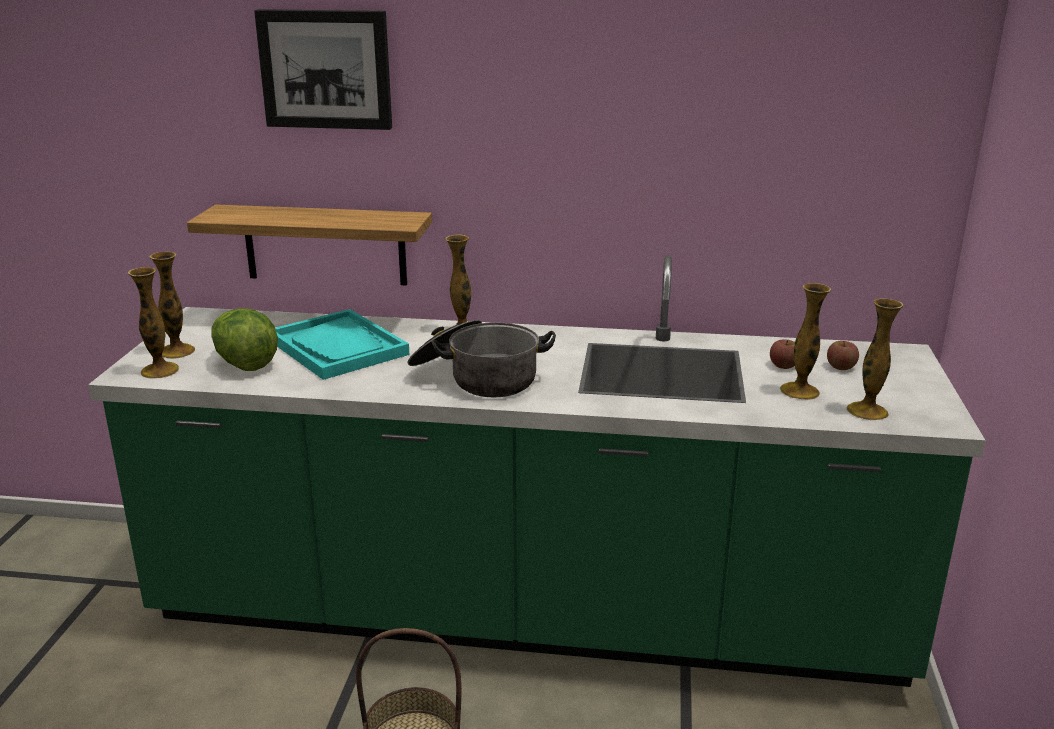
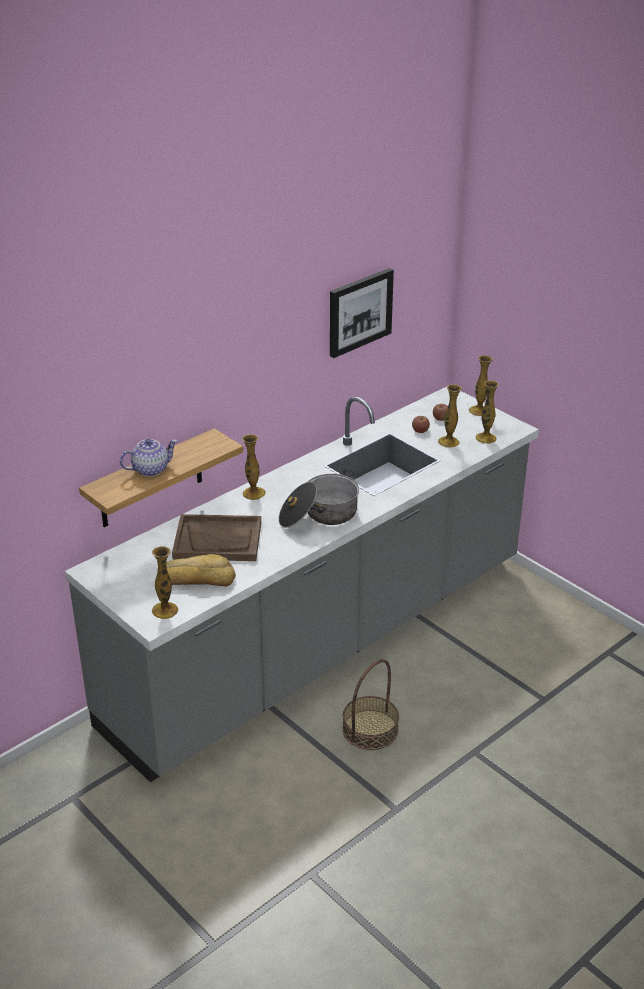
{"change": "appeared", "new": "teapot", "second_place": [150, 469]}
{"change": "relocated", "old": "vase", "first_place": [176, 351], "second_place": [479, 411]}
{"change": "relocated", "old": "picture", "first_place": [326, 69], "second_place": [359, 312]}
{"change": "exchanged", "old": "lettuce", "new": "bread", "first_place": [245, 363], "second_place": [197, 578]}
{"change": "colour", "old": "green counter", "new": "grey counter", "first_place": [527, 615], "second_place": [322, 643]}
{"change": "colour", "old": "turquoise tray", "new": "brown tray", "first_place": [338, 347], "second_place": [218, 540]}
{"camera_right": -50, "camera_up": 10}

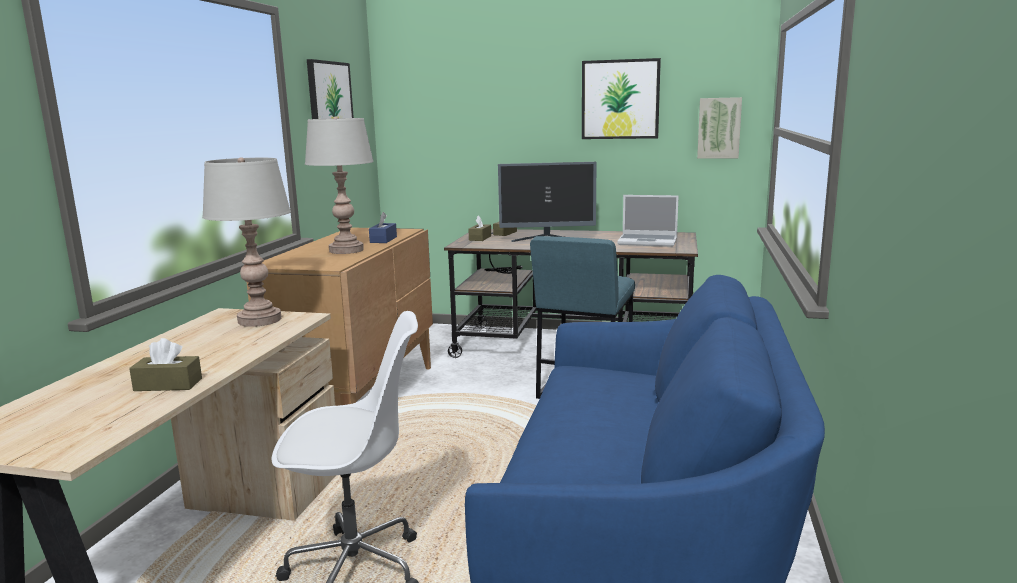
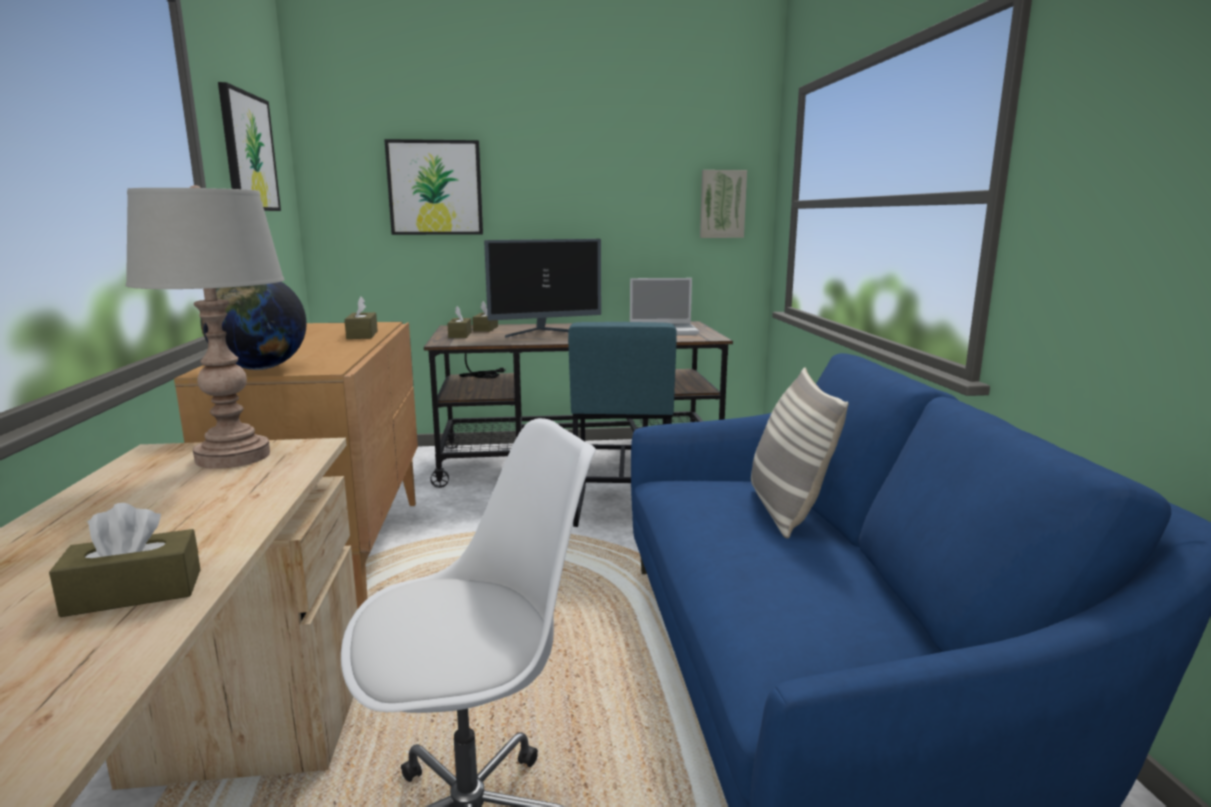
{"change": "missing", "old": "grey table lamp", "first_place": [346, 250]}
{"change": "appeared", "new": "globe", "second_place": [260, 369]}
{"change": "appeared", "new": "pillow", "second_place": [785, 510]}
{"change": "relocated", "old": "picture", "first_place": [620, 99], "second_place": [435, 188]}
{"change": "colour", "old": "blue tissue box", "new": "brown tissue box", "first_place": [383, 240], "second_place": [362, 335]}
{"camera_right": -20, "camera_up": 0}

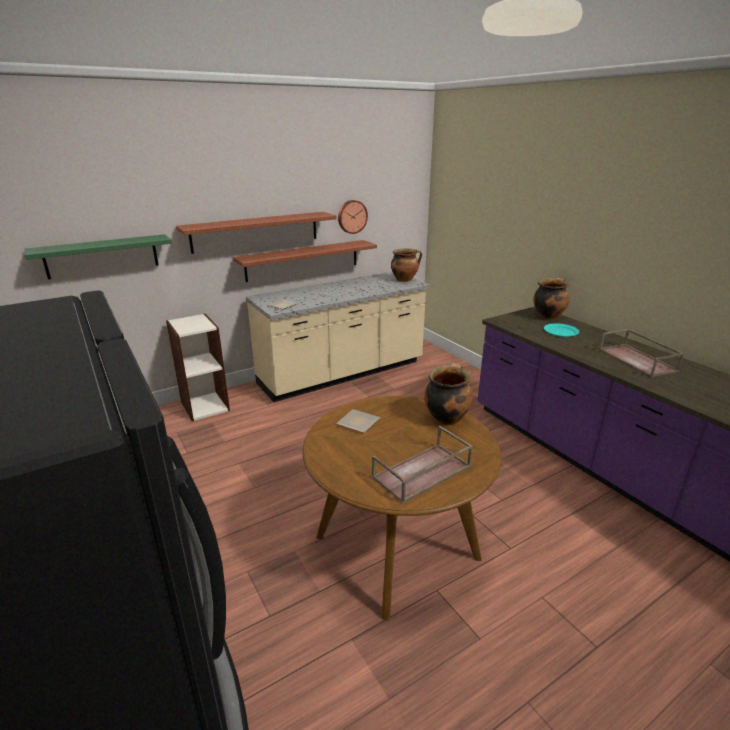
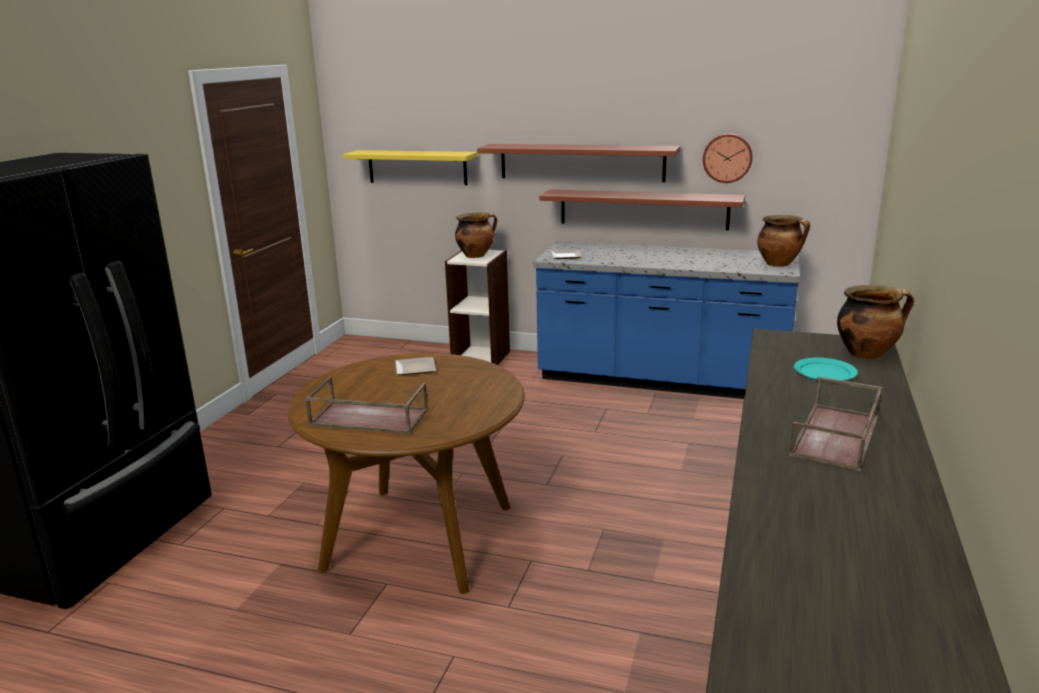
{"change": "relocated", "old": "cooking pot", "first_place": [446, 418], "second_place": [476, 255]}
{"change": "colour", "old": "green shelf", "new": "yellow shelf", "first_place": [102, 256], "second_place": [417, 167]}
{"change": "colour", "old": "beige counter", "new": "blue counter", "first_place": [342, 374], "second_place": [661, 381]}
{"camera_right": 50, "camera_up": -5}

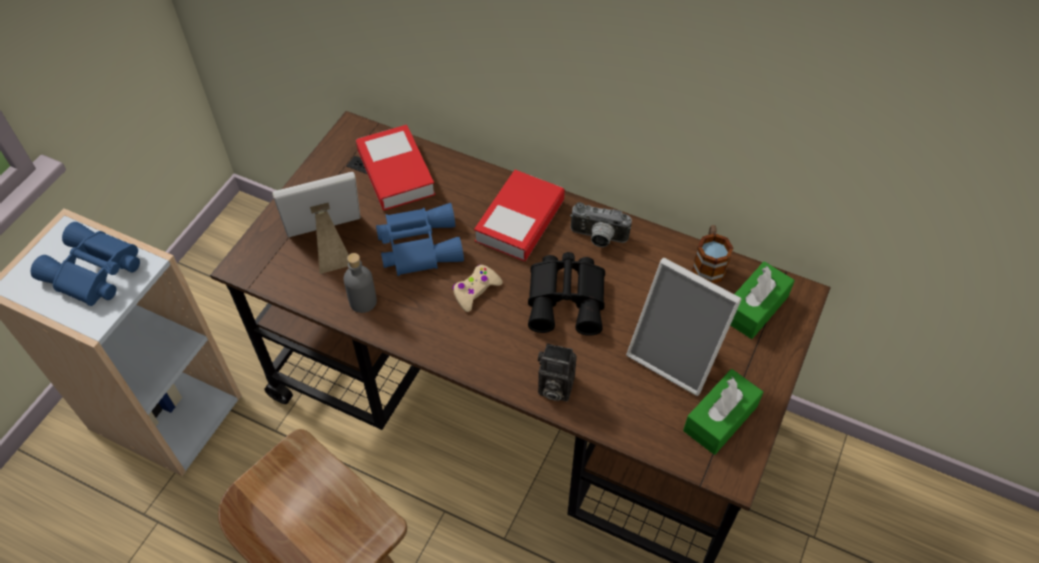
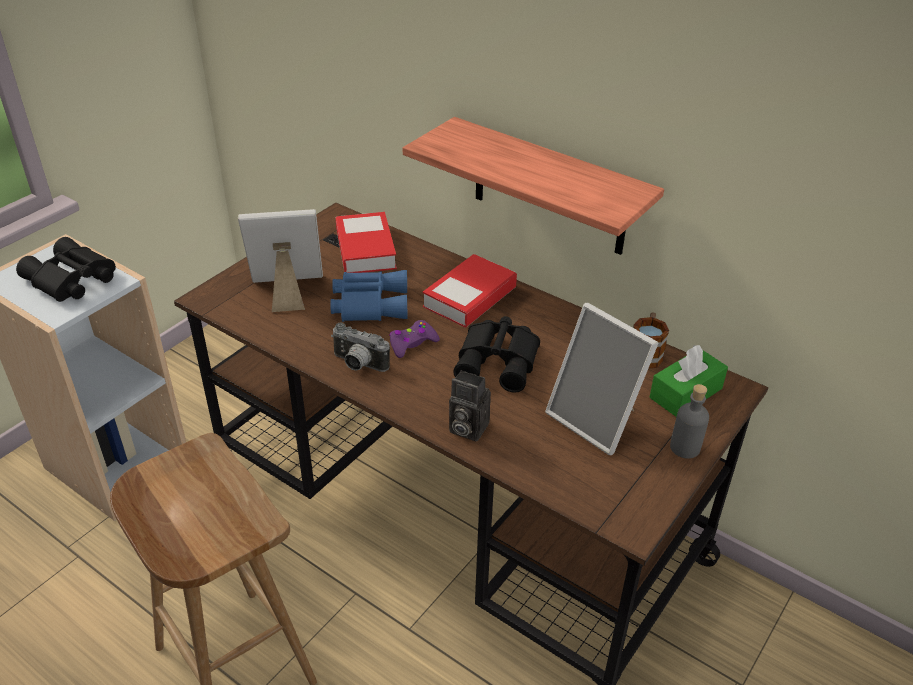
{"change": "missing", "old": "green tissue box", "first_place": [720, 418]}
{"change": "appeared", "new": "shelf", "second_place": [549, 188]}
{"change": "relocated", "old": "grey bottle", "first_place": [363, 301], "second_place": [685, 447]}
{"change": "relocated", "old": "photo camera", "first_place": [598, 238], "second_place": [358, 365]}
{"change": "colour", "old": "blue binoculars", "new": "black binoculars", "first_place": [93, 273], "second_place": [71, 280]}
{"change": "colour", "old": "beige game controller", "new": "purple game controller", "first_place": [475, 291], "second_place": [412, 343]}
{"camera_right": 10, "camera_up": -15}

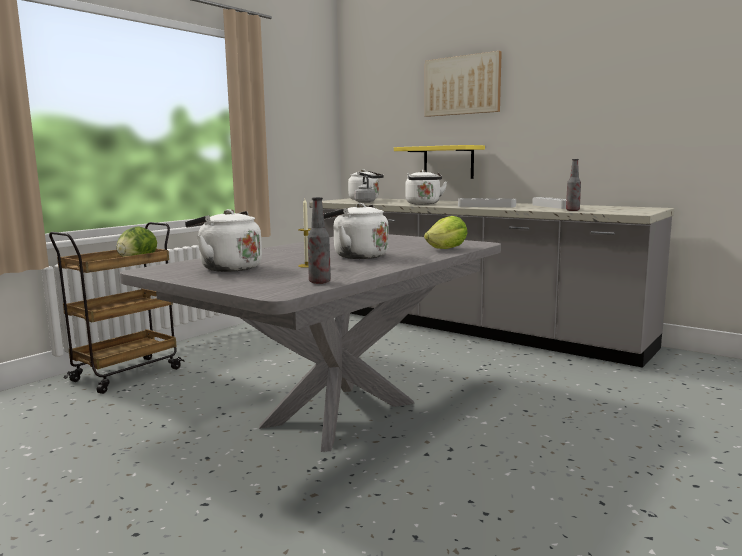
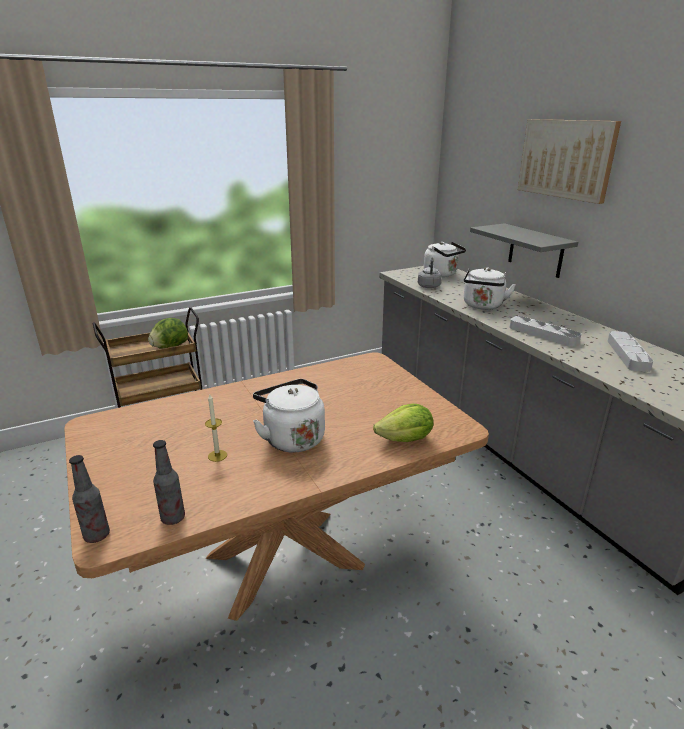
{"change": "missing", "old": "white kettle", "first_place": [227, 268]}
{"change": "relocated", "old": "bottle", "first_place": [572, 210], "second_place": [97, 535]}
{"change": "colour", "old": "grey dining table", "new": "brown dining table", "first_place": [338, 413], "second_place": [283, 560]}
{"change": "colour", "old": "yellow shelf", "new": "grey shelf", "first_place": [448, 162], "second_place": [535, 250]}
{"camera_right": 25, "camera_up": 15}

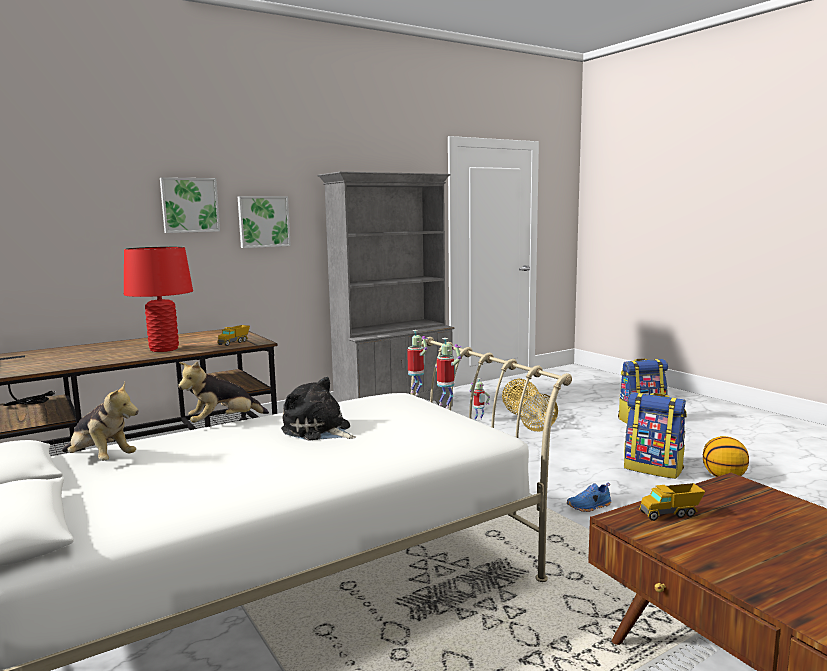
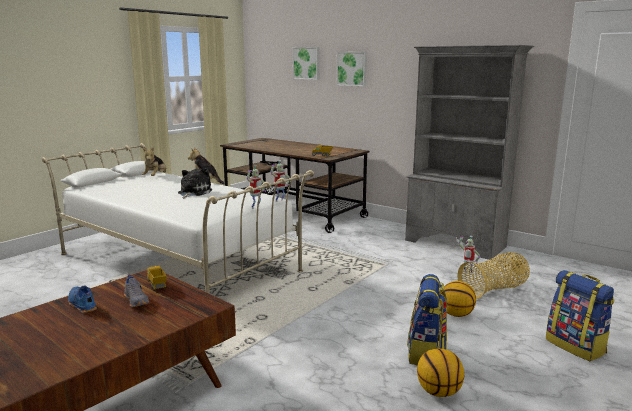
{"change": "missing", "old": "red table lamp", "first_place": [164, 349]}
{"change": "appeared", "new": "grey shoe", "second_place": [137, 300]}
{"change": "appeared", "new": "basketball", "second_place": [456, 314]}
{"change": "relocated", "old": "picture", "first_place": [263, 221], "second_place": [307, 63]}
{"change": "relocated", "old": "blue shoe", "first_place": [589, 507], "second_place": [81, 305]}
{"camera_right": 70, "camera_up": 5}

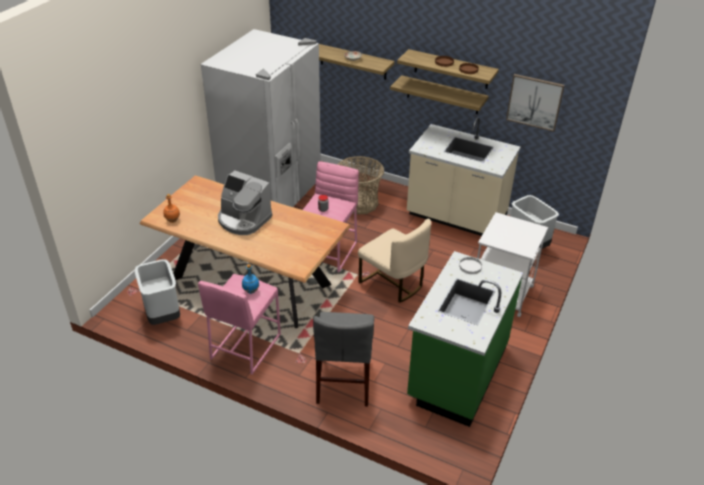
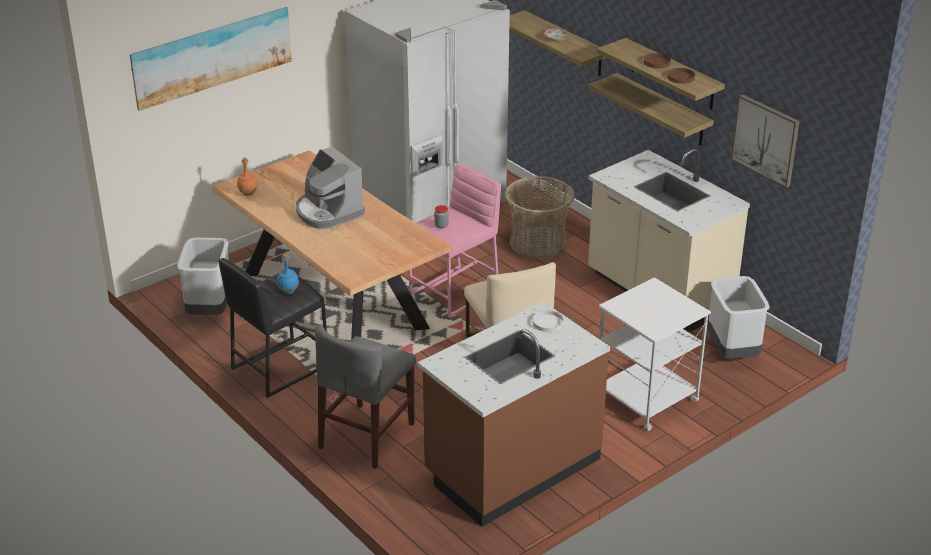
{"change": "appeared", "new": "picture", "second_place": [211, 56]}
{"change": "colour", "old": "pink stool", "new": "black stool", "first_place": [245, 346], "second_place": [279, 367]}
{"change": "colour", "old": "green counter", "new": "brown counter", "first_place": [456, 373], "second_place": [511, 467]}
{"camera_right": 25, "camera_up": -5}

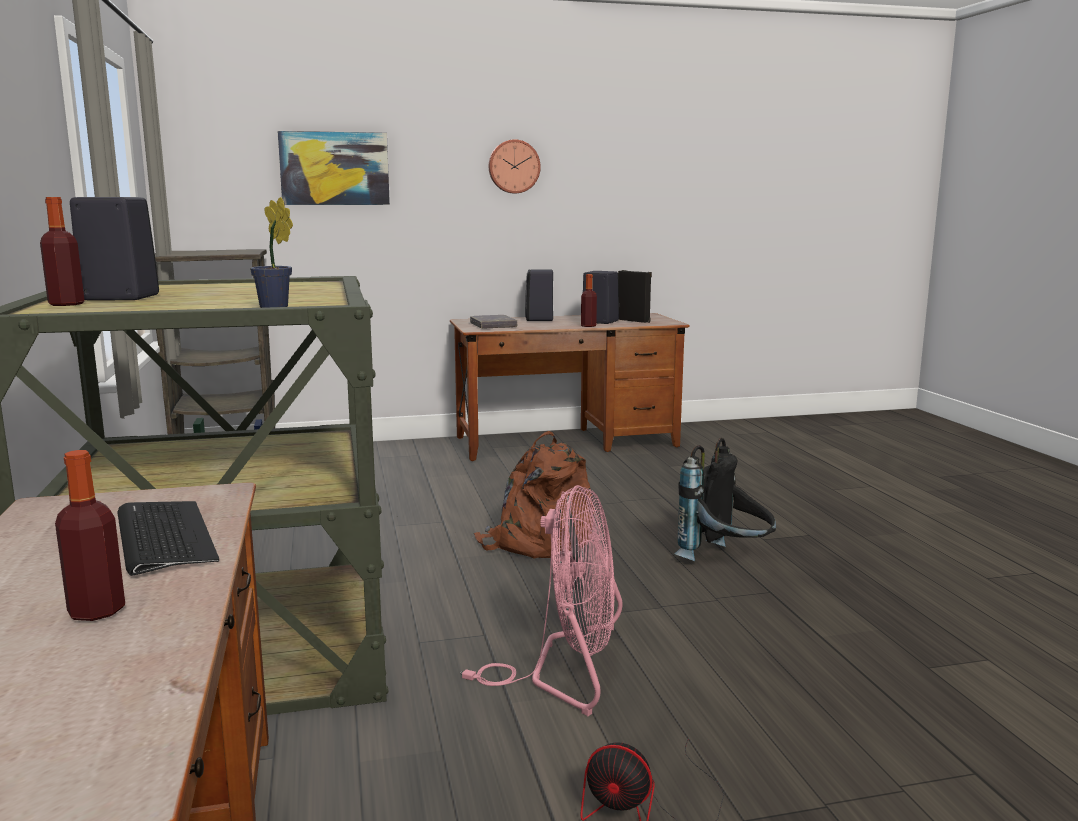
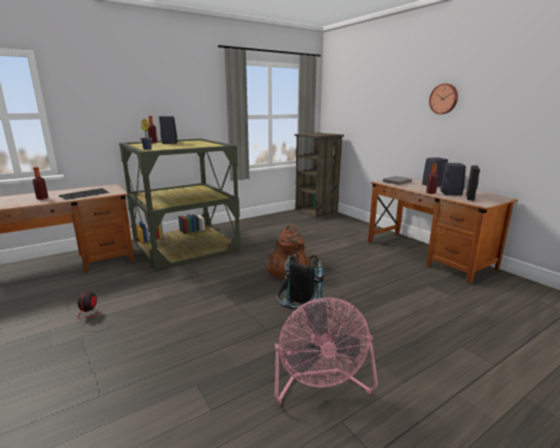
{"change": "missing", "old": "picture", "first_place": [334, 168]}
{"change": "relocated", "old": "pink fan", "first_place": [564, 667], "second_place": [316, 384]}
{"camera_right": 70, "camera_up": 5}

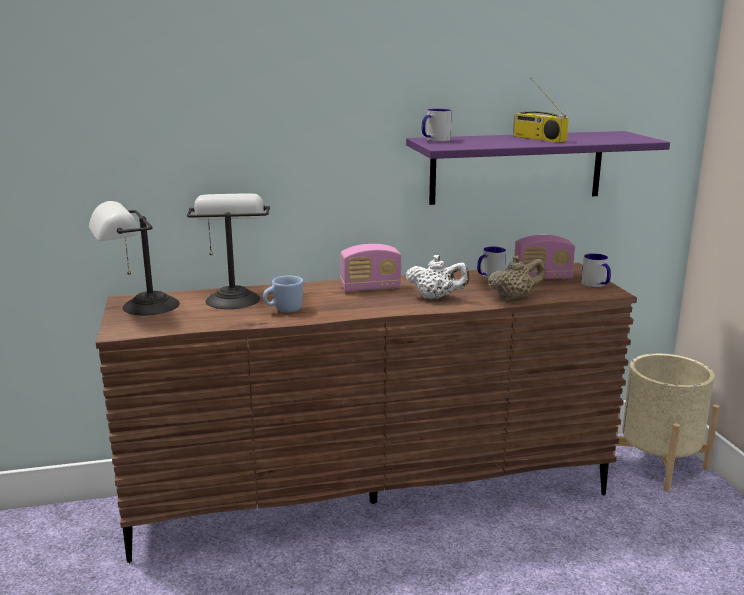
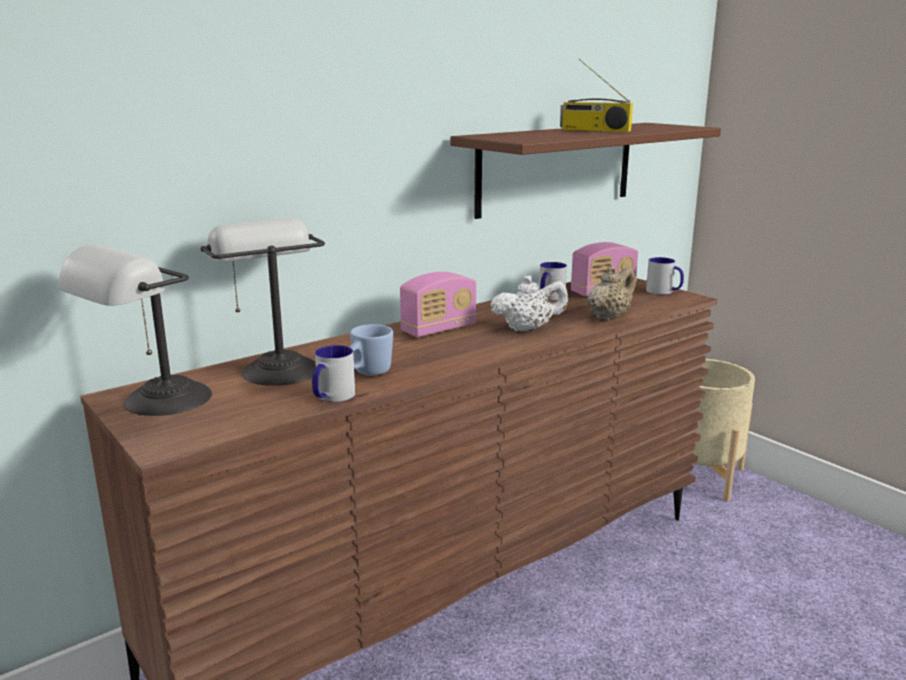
{"change": "relocated", "old": "mug", "first_place": [435, 140], "second_place": [331, 397]}
{"change": "colour", "old": "purple shelf", "new": "brown shelf", "first_place": [517, 167], "second_place": [556, 168]}
{"camera_right": -25, "camera_up": 0}

